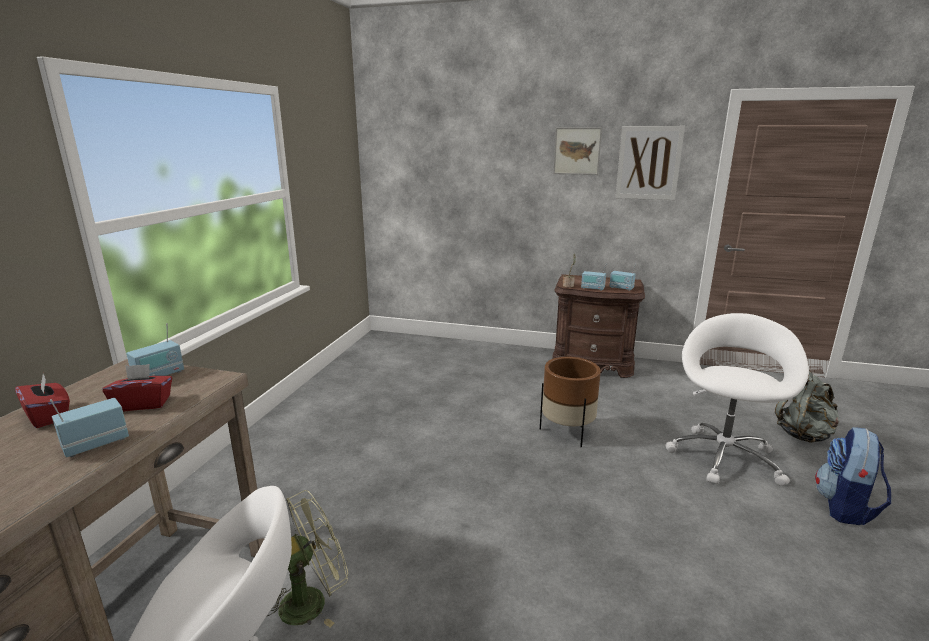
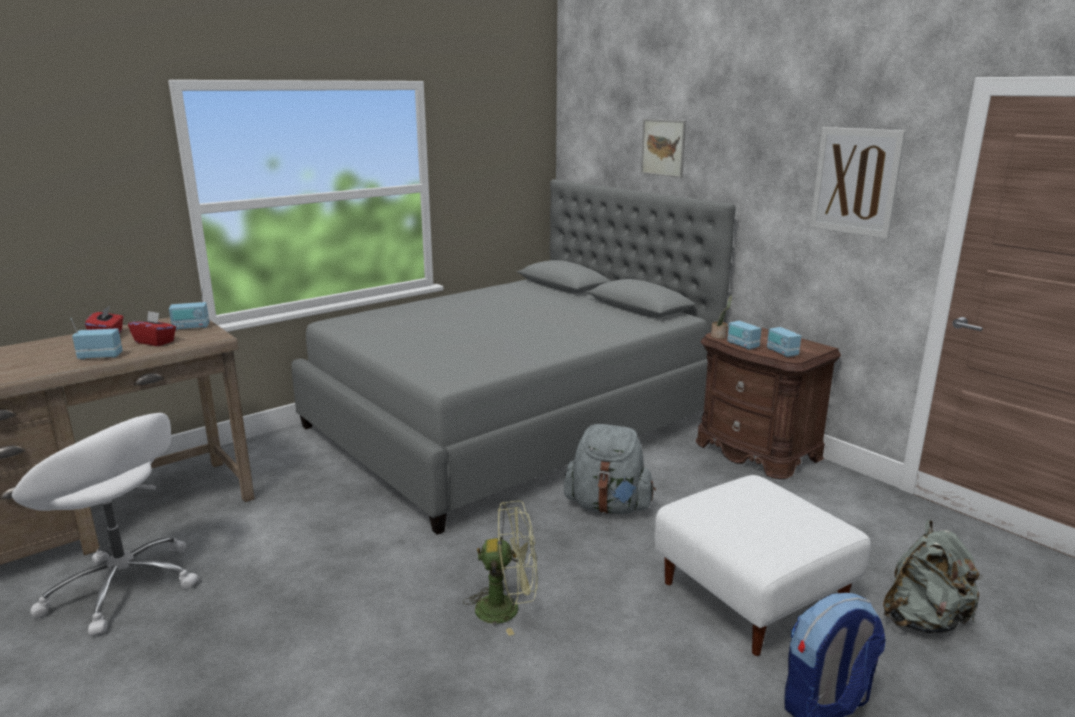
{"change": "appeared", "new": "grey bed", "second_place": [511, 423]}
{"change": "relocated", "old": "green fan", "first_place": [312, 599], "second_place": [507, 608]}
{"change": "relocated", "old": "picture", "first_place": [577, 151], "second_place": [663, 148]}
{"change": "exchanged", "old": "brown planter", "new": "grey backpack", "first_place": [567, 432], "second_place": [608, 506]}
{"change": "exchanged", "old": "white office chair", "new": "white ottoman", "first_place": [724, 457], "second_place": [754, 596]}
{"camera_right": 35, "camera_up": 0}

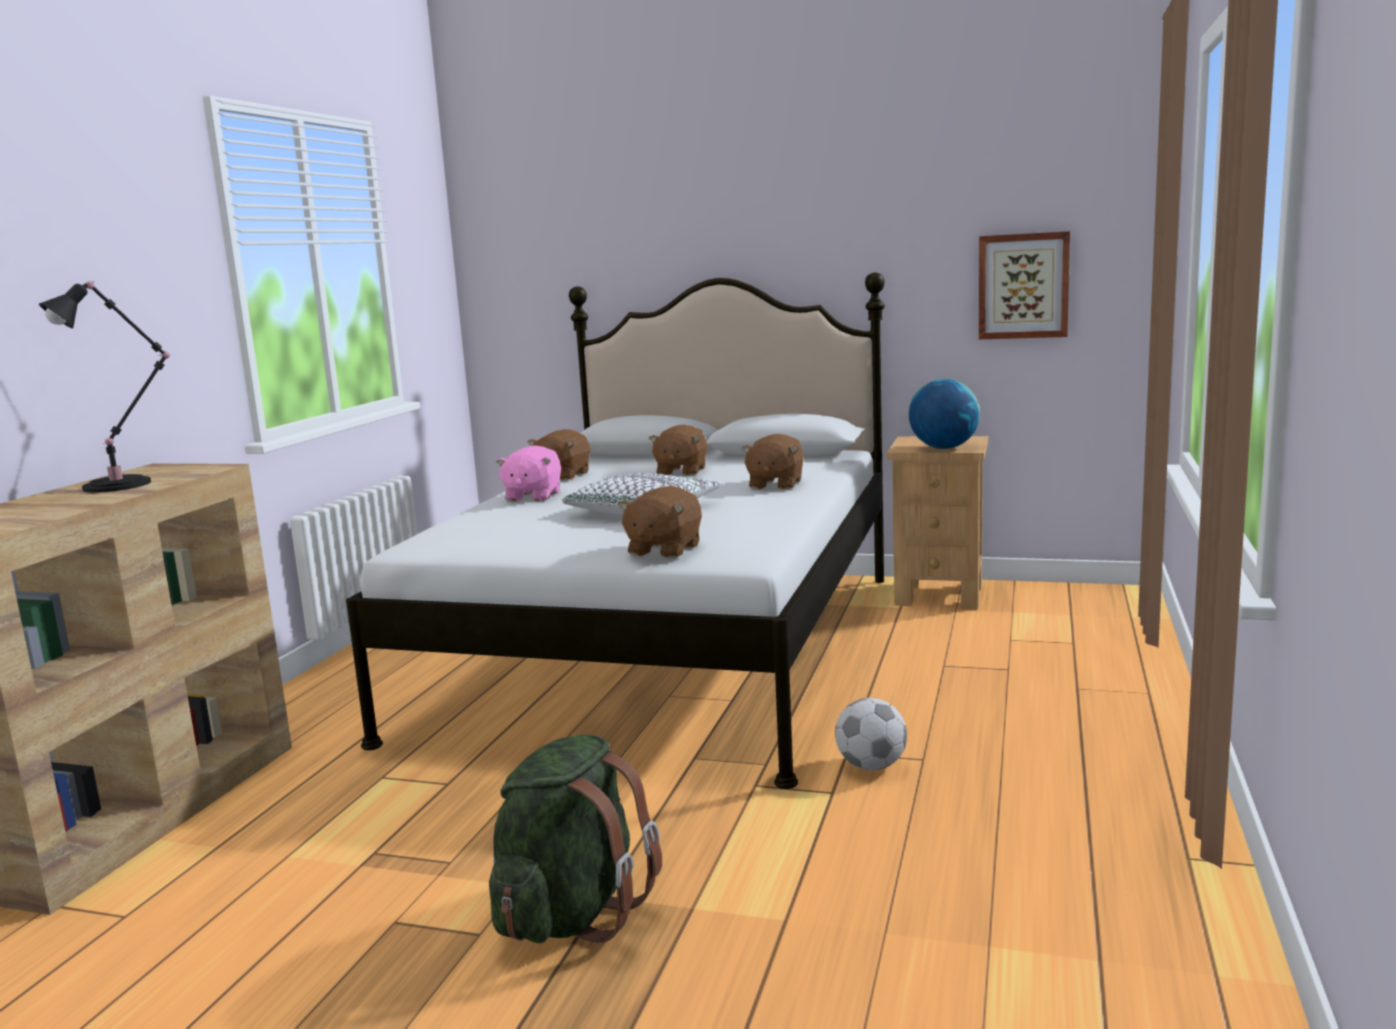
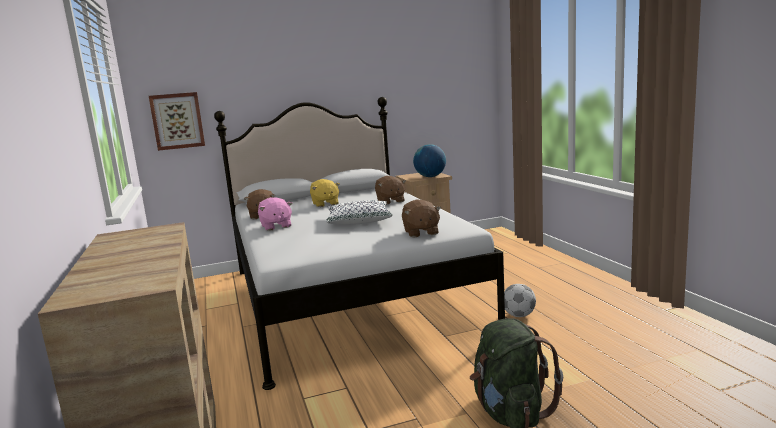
{"change": "missing", "old": "black table lamp", "first_place": [123, 484]}
{"change": "relocated", "old": "picture", "first_place": [1023, 286], "second_place": [177, 121]}
{"change": "colour", "old": "brown plush toy", "new": "yellow plush toy", "first_place": [680, 472], "second_place": [325, 204]}
{"camera_right": -35, "camera_up": 0}

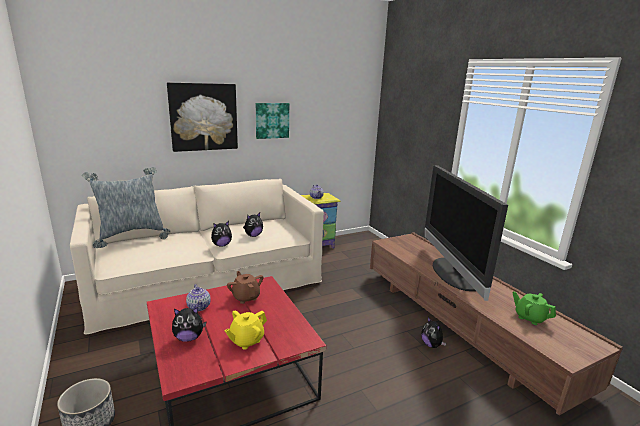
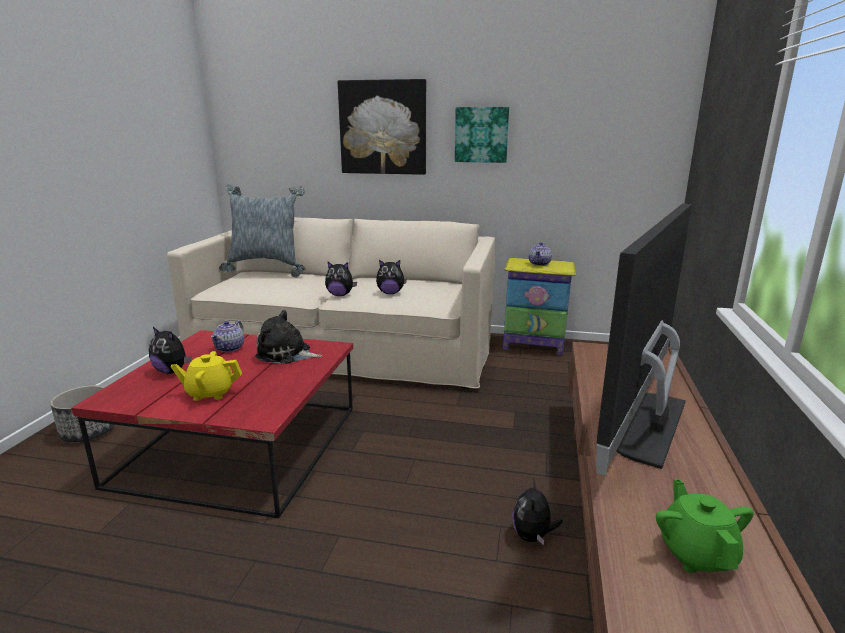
{"change": "exchanged", "old": "brown teapot", "new": "plush toy", "first_place": [246, 297], "second_place": [286, 354]}
{"camera_right": 40, "camera_up": 0}

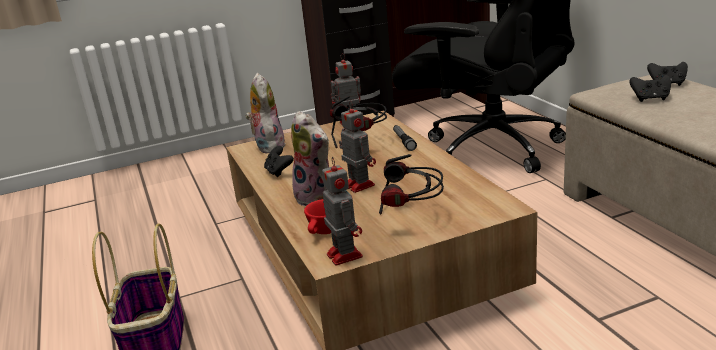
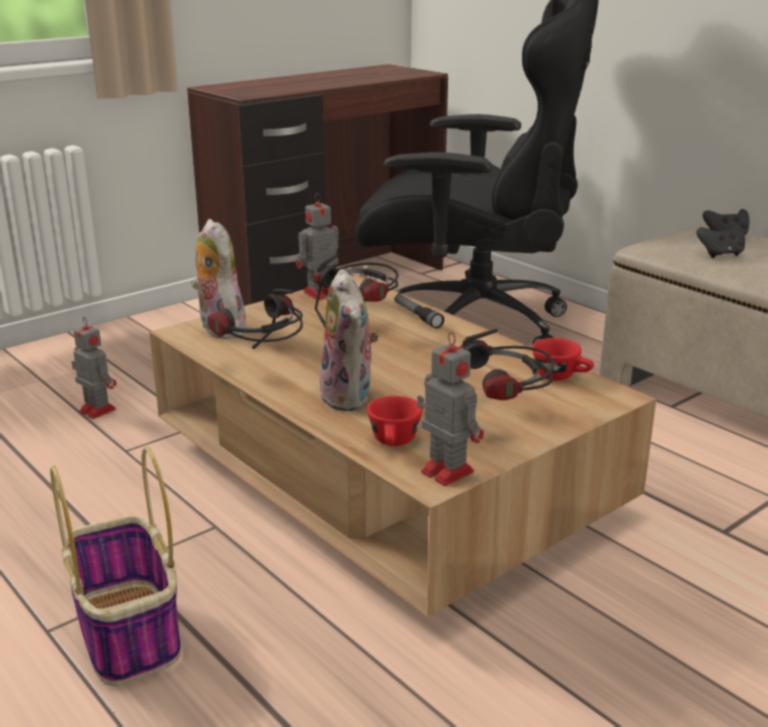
{"change": "appeared", "new": "red cup", "second_place": [561, 376]}
{"change": "relocated", "old": "toy robot", "first_place": [358, 185], "second_place": [96, 410]}
{"change": "exchanged", "old": "black game controller", "new": "headphones", "first_place": [279, 172], "second_place": [263, 364]}
{"change": "spun", "old": "plush toy", "first_place": [318, 198], "second_place": [350, 398], "degrees": 45}
{"camera_right": -20, "camera_up": 0}

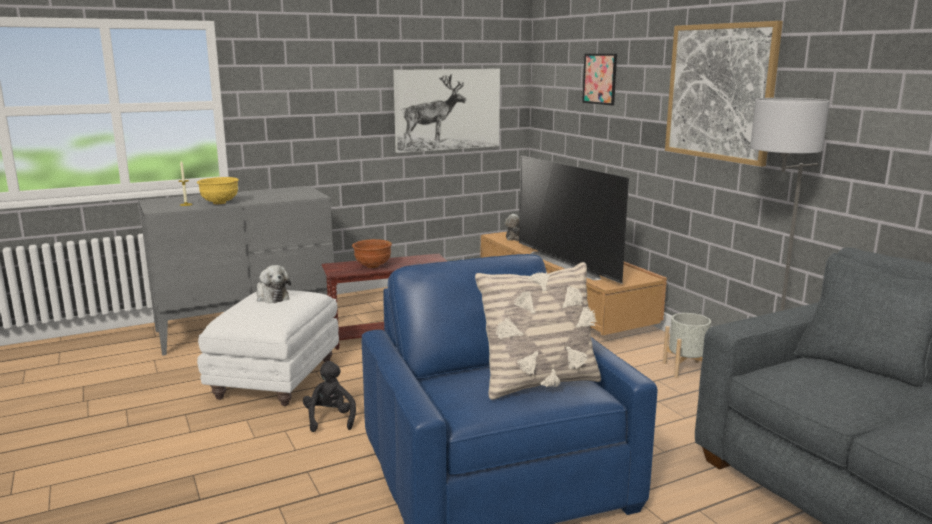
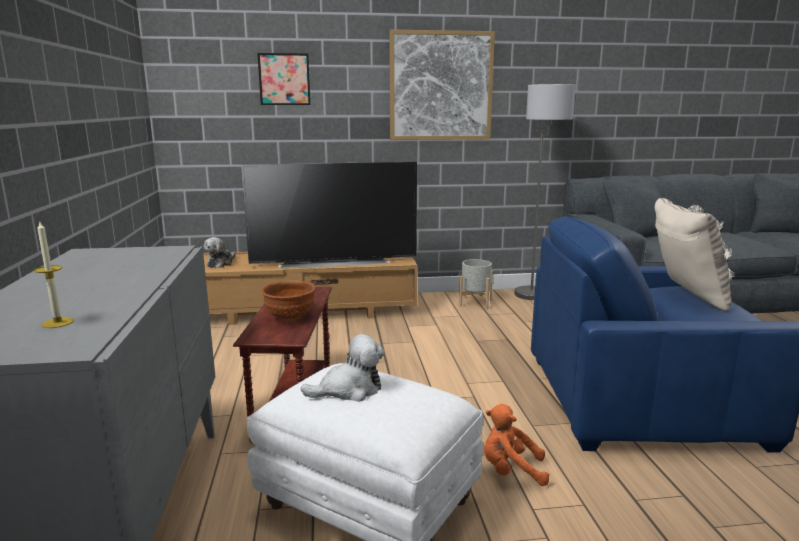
{"change": "missing", "old": "yellow bowl", "first_place": [219, 203]}
{"change": "missing", "old": "picture", "first_place": [447, 109]}
{"change": "colour", "old": "black plush toy", "new": "orange plush toy", "first_place": [330, 419], "second_place": [511, 471]}
{"camera_right": -70, "camera_up": 0}

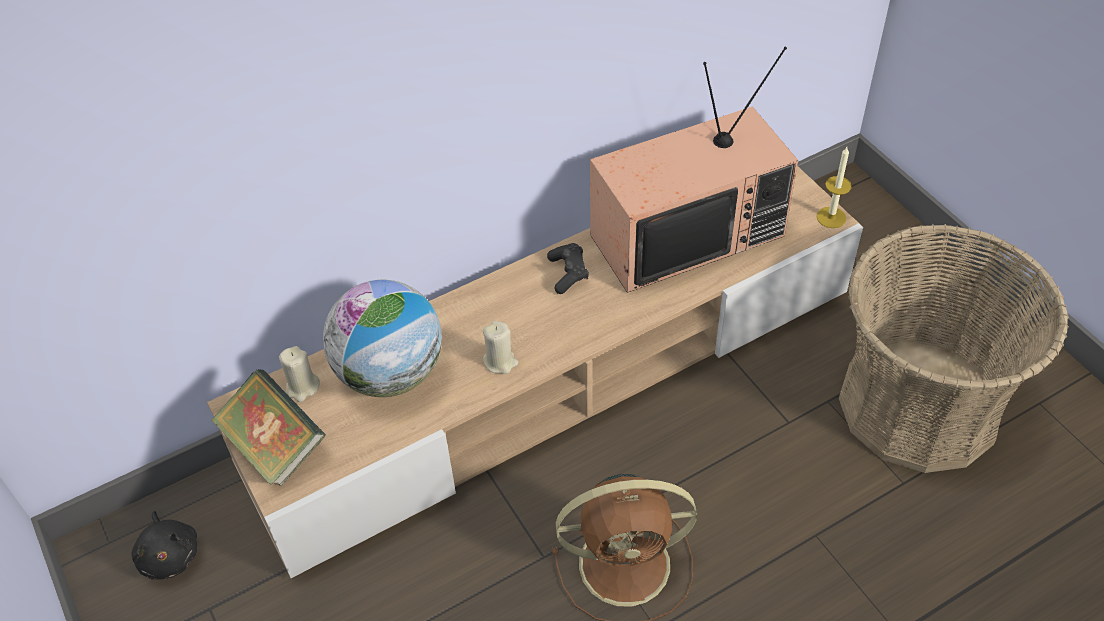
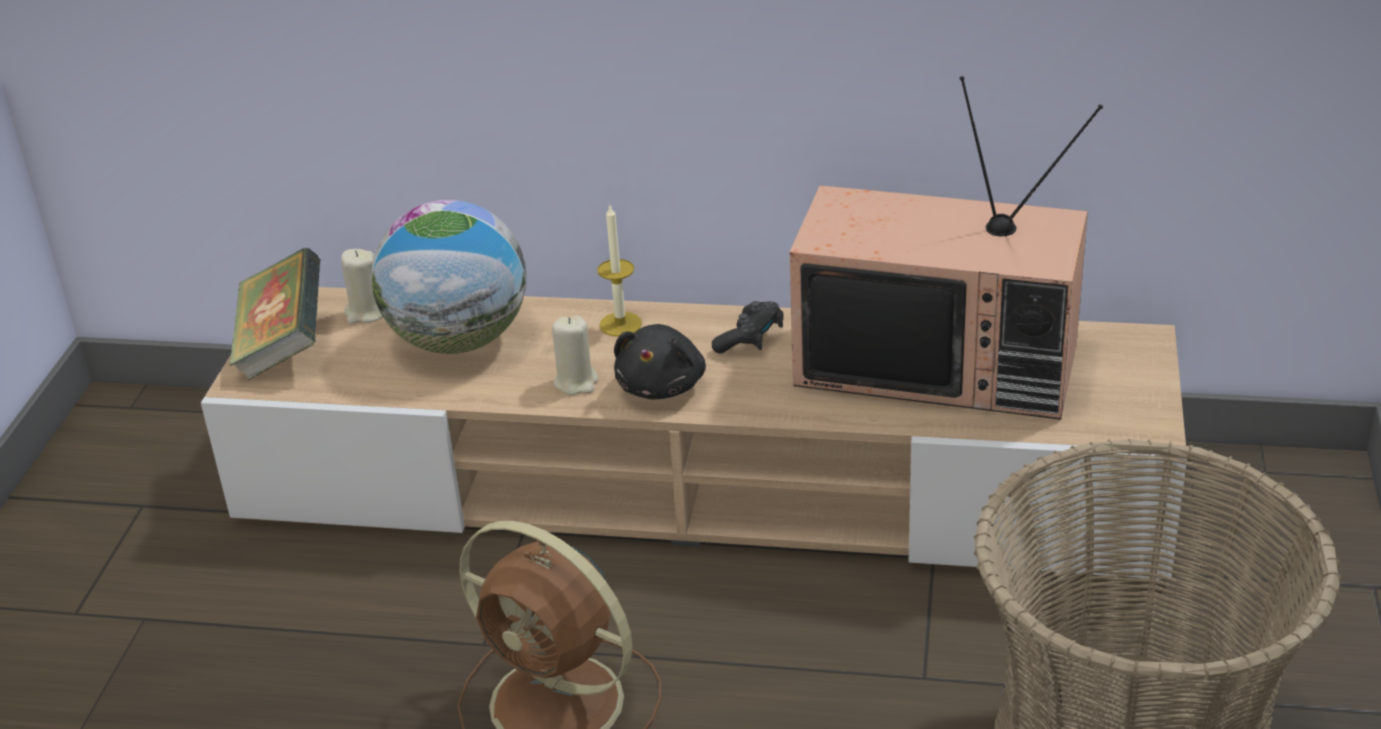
{"change": "relocated", "old": "black plush toy", "first_place": [170, 555], "second_place": [662, 386]}
{"change": "relocated", "old": "candle", "first_place": [831, 217], "second_place": [620, 324]}
{"camera_right": 40, "camera_up": -15}

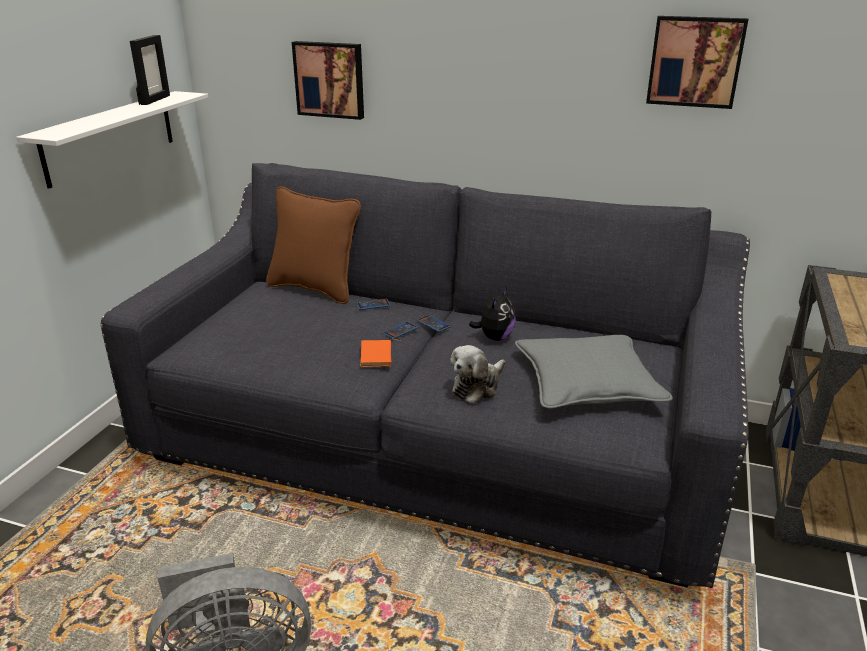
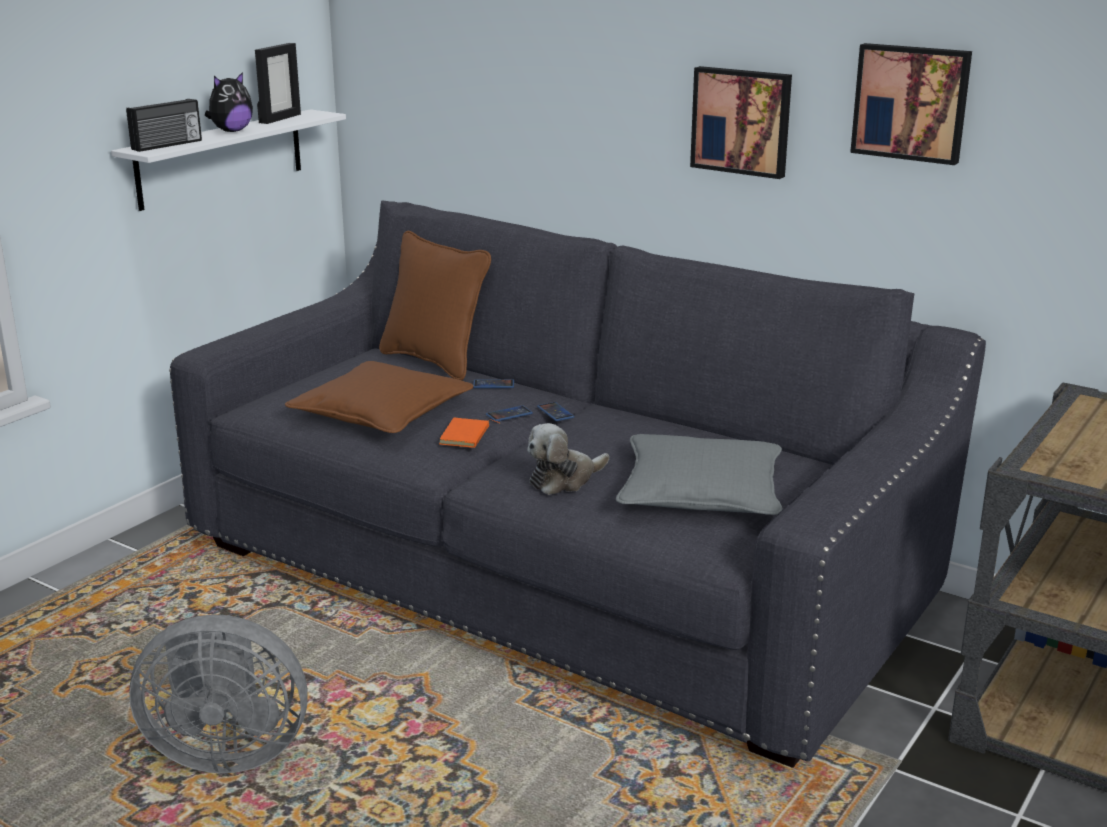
{"change": "appeared", "new": "radio", "second_place": [168, 145]}
{"change": "appeared", "new": "brown pillow", "second_place": [381, 411]}
{"change": "relocated", "old": "picture", "first_place": [330, 79], "second_place": [742, 121]}
{"change": "relocated", "old": "plush toy", "first_place": [495, 337], "second_place": [231, 131]}
{"camera_right": 15, "camera_up": -5}

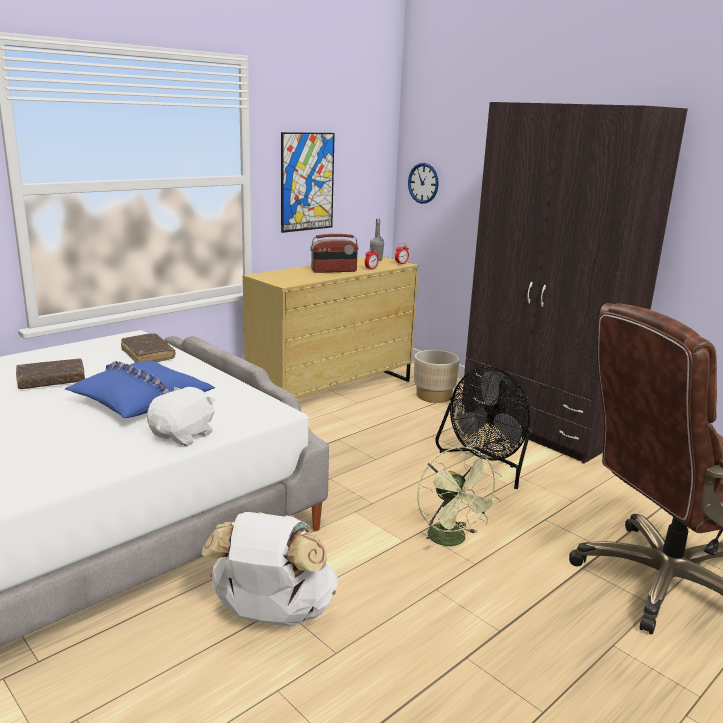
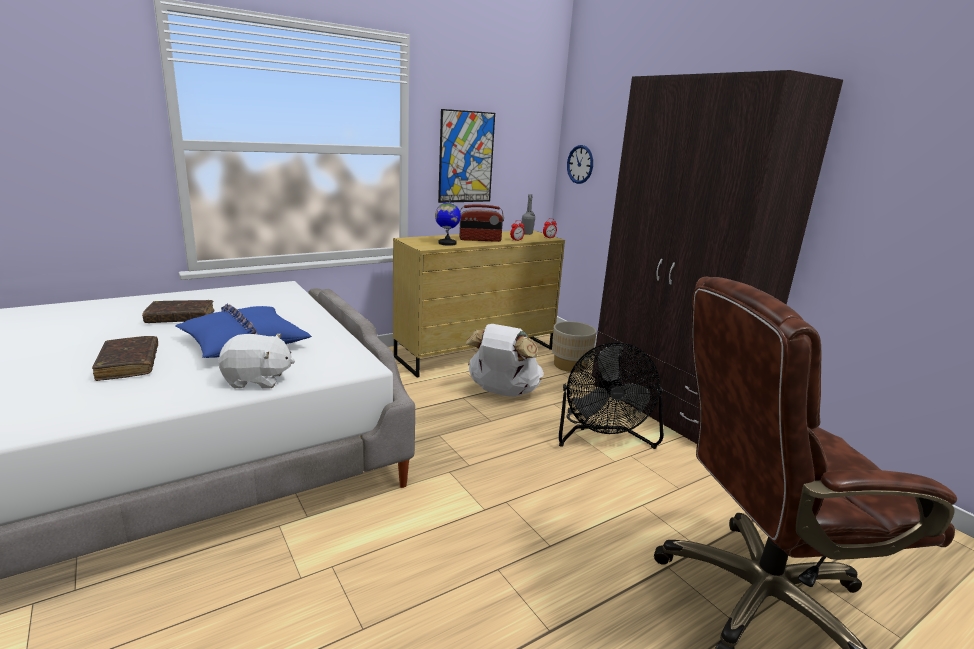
{"change": "missing", "old": "green fan", "first_place": [452, 540]}
{"change": "appeared", "new": "globe", "second_place": [447, 243]}
{"change": "relocated", "old": "brown book", "first_place": [148, 355], "second_place": [129, 365]}
{"change": "relocated", "old": "white backpack", "first_place": [272, 615], "second_place": [502, 392]}
{"change": "spun", "old": "white plush toy", "first_place": [184, 435], "second_place": [257, 380], "degrees": 45}
{"change": "spun", "old": "black fan", "first_place": [486, 462], "second_place": [599, 436], "degrees": -60}
{"camera_right": 10, "camera_up": 0}

